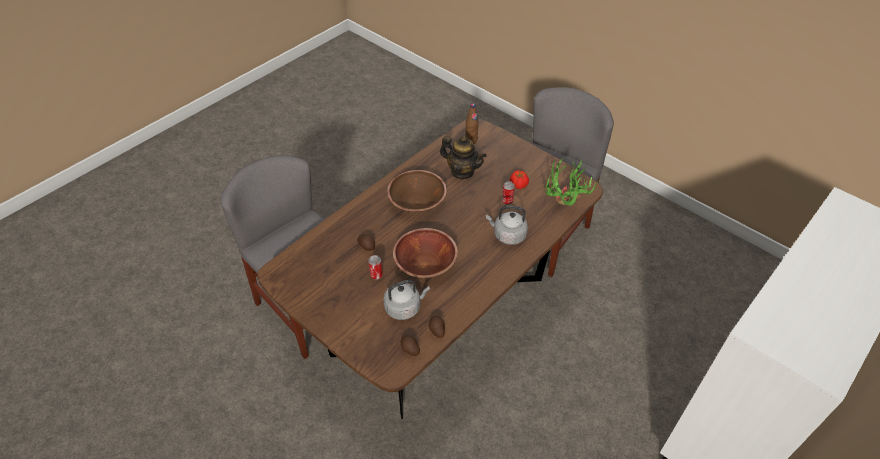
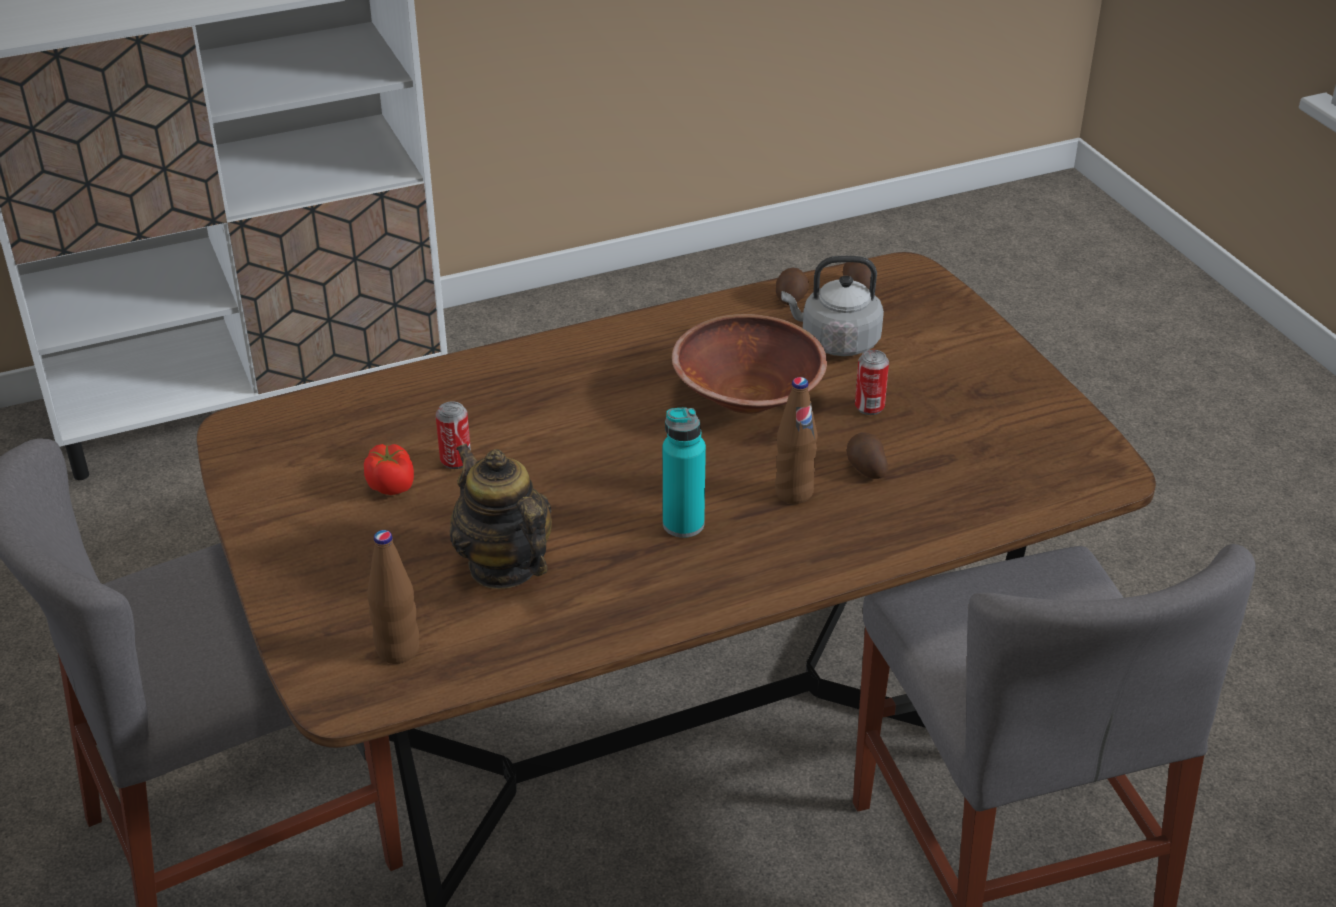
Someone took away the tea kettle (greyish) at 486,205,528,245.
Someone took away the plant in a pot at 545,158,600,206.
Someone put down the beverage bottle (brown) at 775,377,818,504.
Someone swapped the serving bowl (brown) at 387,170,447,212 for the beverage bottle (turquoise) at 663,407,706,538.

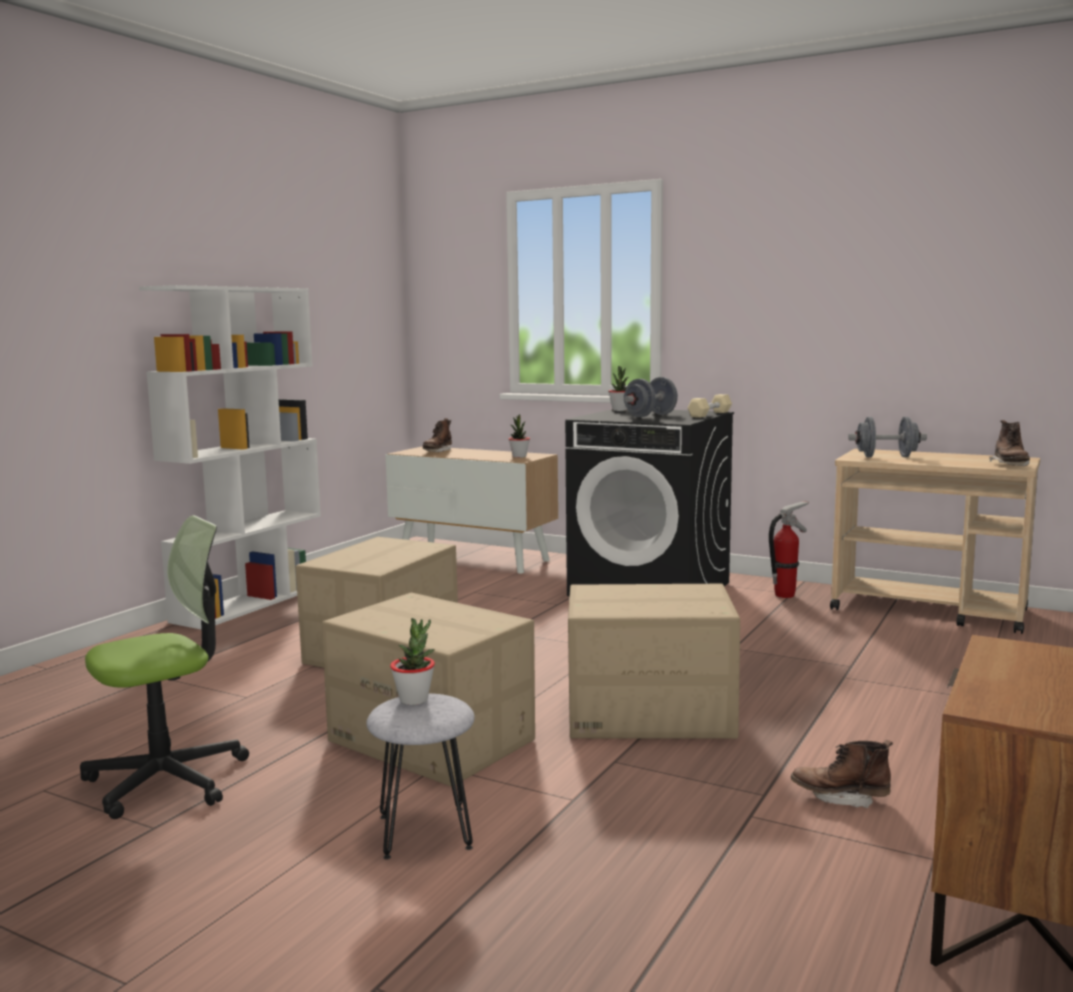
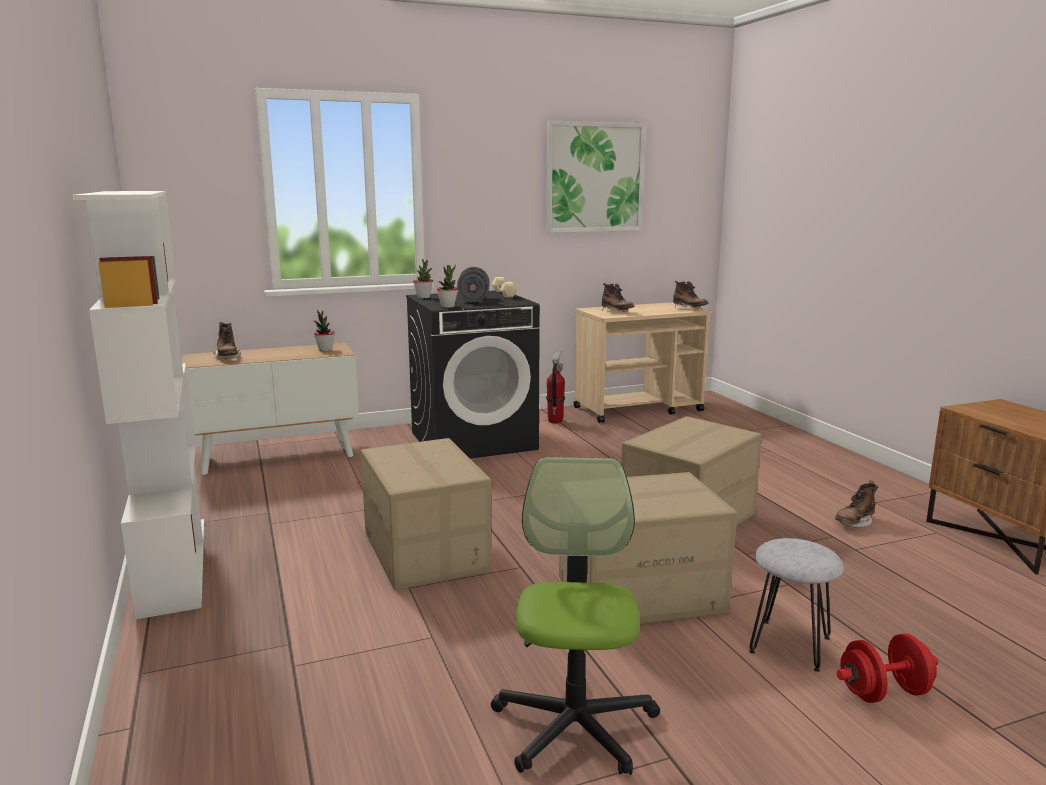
Someone put up the picture at 546,121,646,233.
Someone put down the free weight (red) at 837,634,938,703.
Someone carried the plant in a pot from 390,618,435,705 to 437,265,458,308.
Someone swapped the free weight (greyish) at 848,417,927,457 for the high-top boot (brown) at 602,283,635,312.

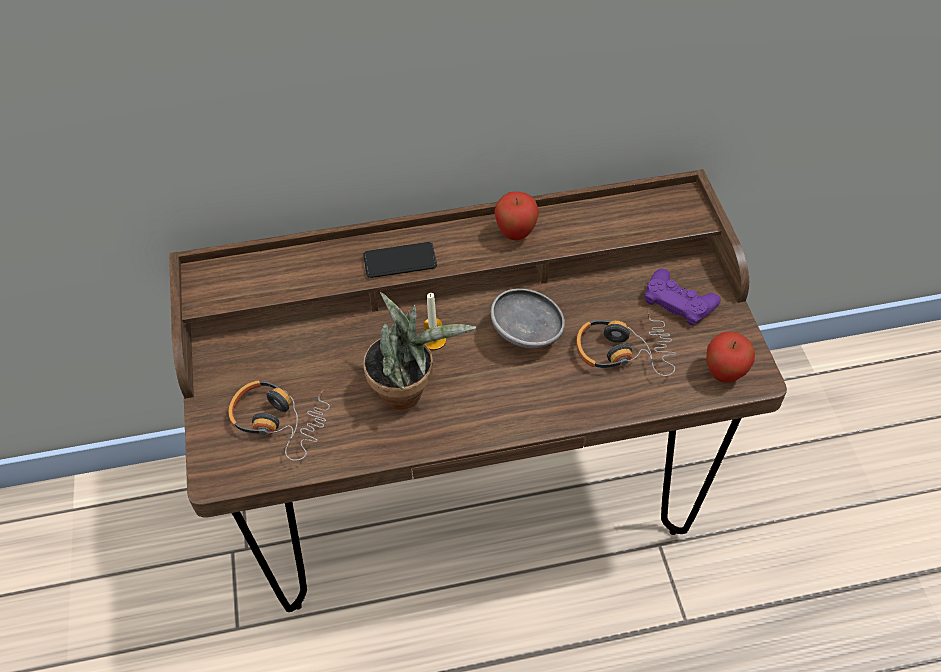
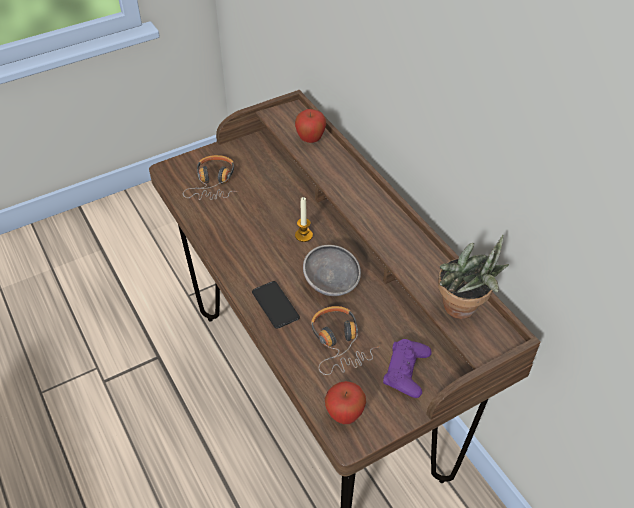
Someone carried the handset from 363,242,437,278 to 252,281,300,329.
Someone carried the plant in a pot from 363,292,476,410 to 438,235,509,319.
Someone carried the apple from 494,191,539,241 to 295,109,326,143.

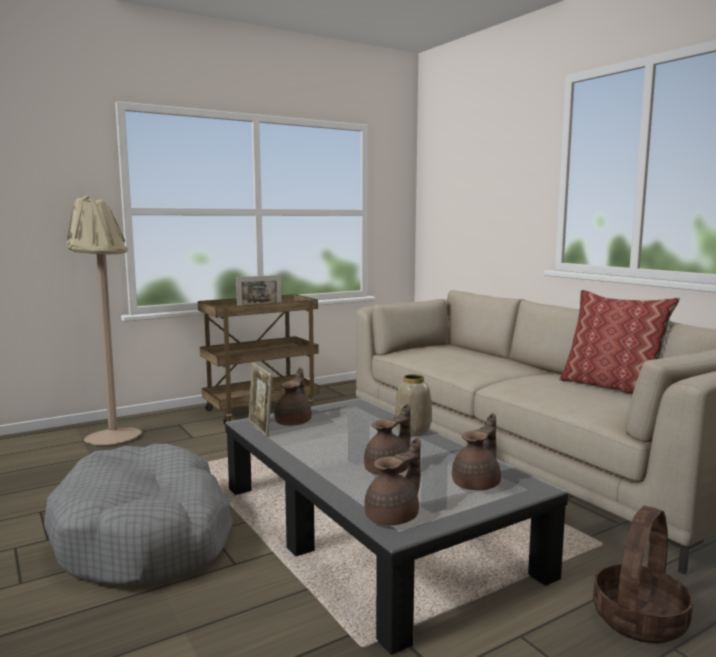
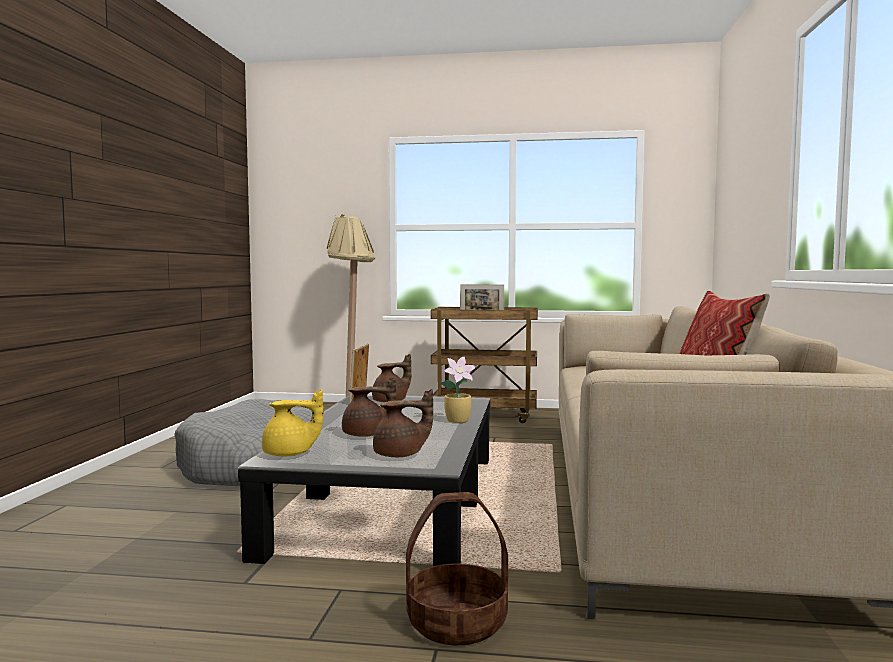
Someone swapped the vase at 395,374,432,436 for the plant in a pot at 441,357,476,423.
Someone repainted the teapot (brown) at 364,438,421,525, which became the teapot (yellowish) at 262,389,323,456.

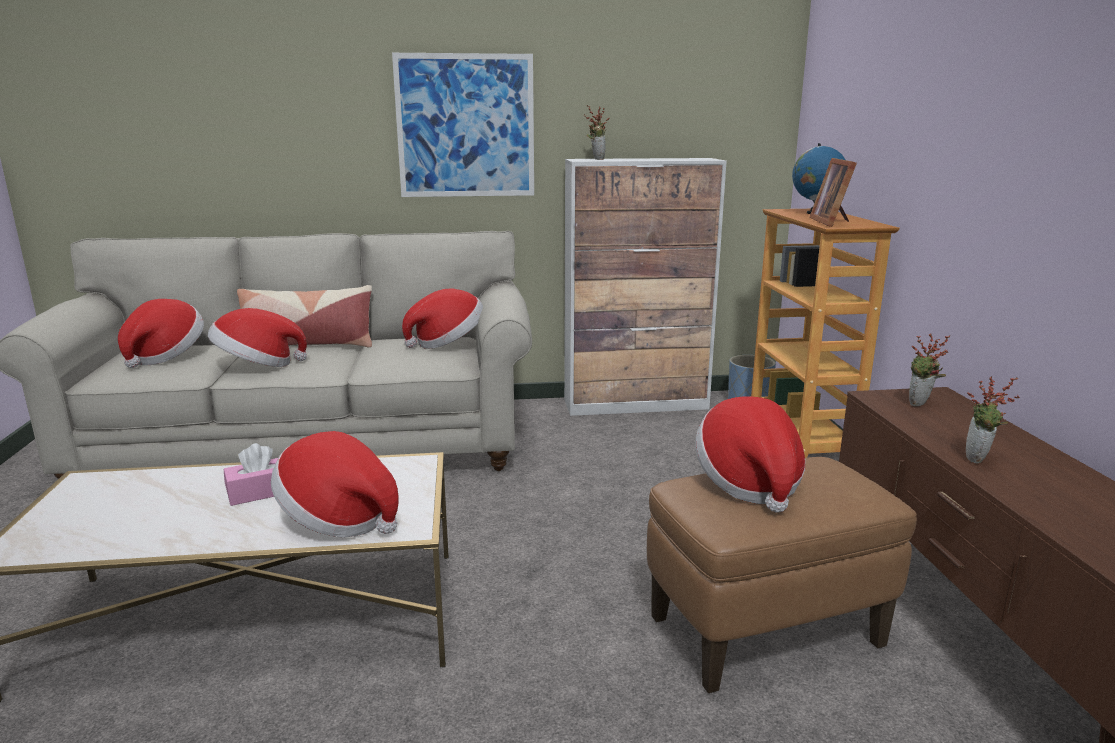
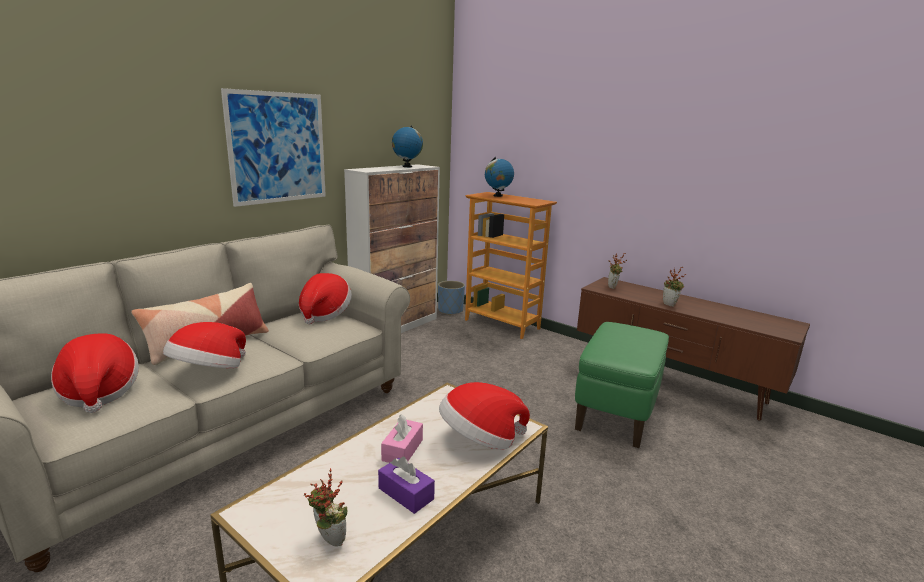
Someone took away the wearable hat at 695,396,805,513.
Someone took away the picture frame at 809,158,857,227.
Someone put down the tissue holder (purple) at 378,457,435,514.
Someone put down the globe at 392,126,423,167.
Someone carried the plant in a pot from 584,105,610,160 to 304,468,347,546.
Someone repainted the pouffe (brown) at 647,457,917,693, which became the pouffe (green-coloured) at 575,322,669,448.

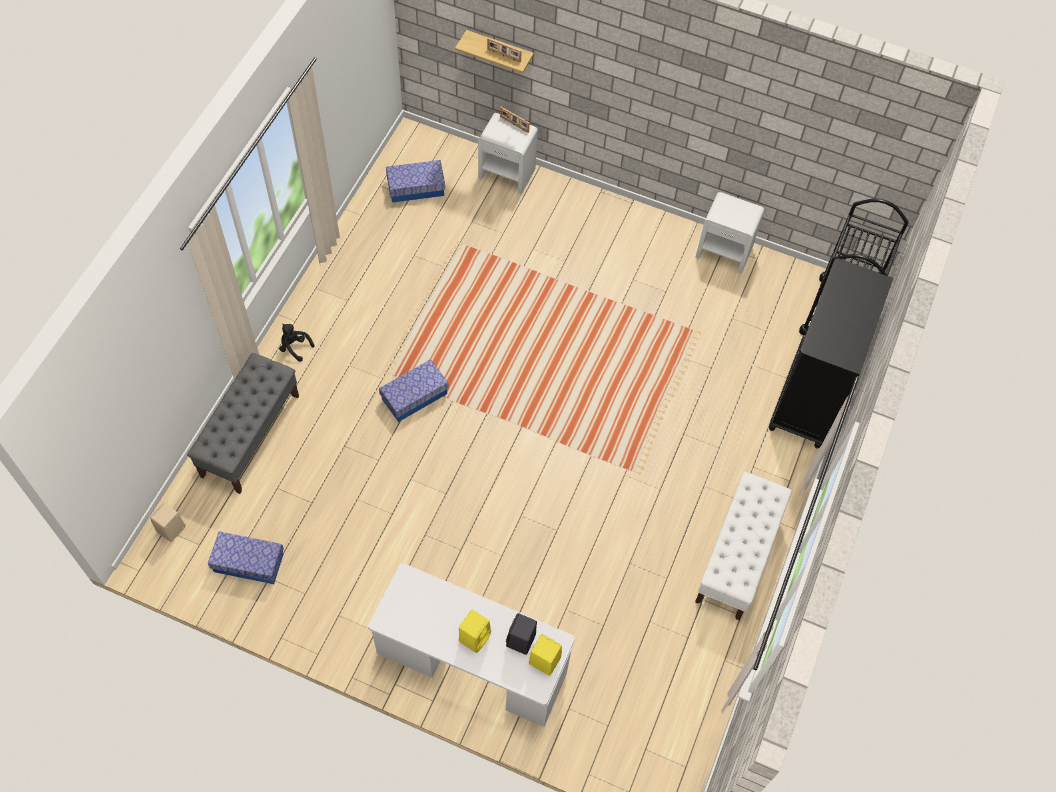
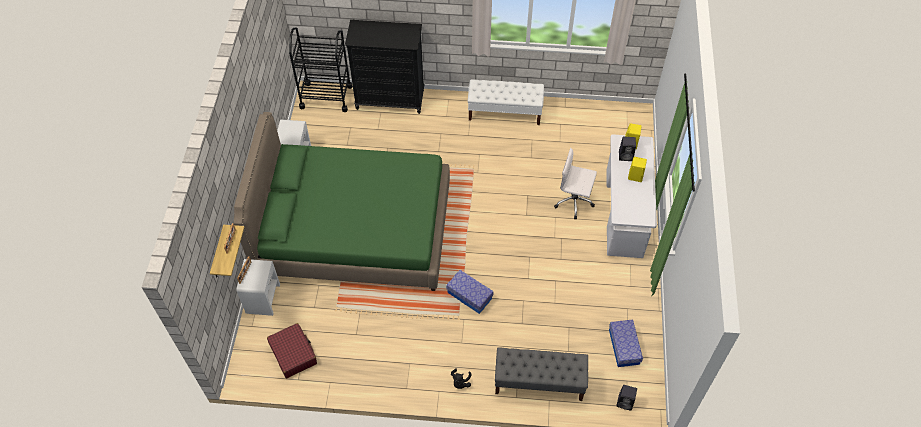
Someone put down the bed (green-coloured) at 233,112,450,291.
Someone put down the office chair (white) at 554,148,597,220.
Someone swapped the storage container at 386,160,445,203 for the travel case (red) at 267,323,317,379.
Someone repainted the loudspeaker (sand-coloured) at 150,503,186,542, which became the loudspeaker (black) at 616,385,637,411.

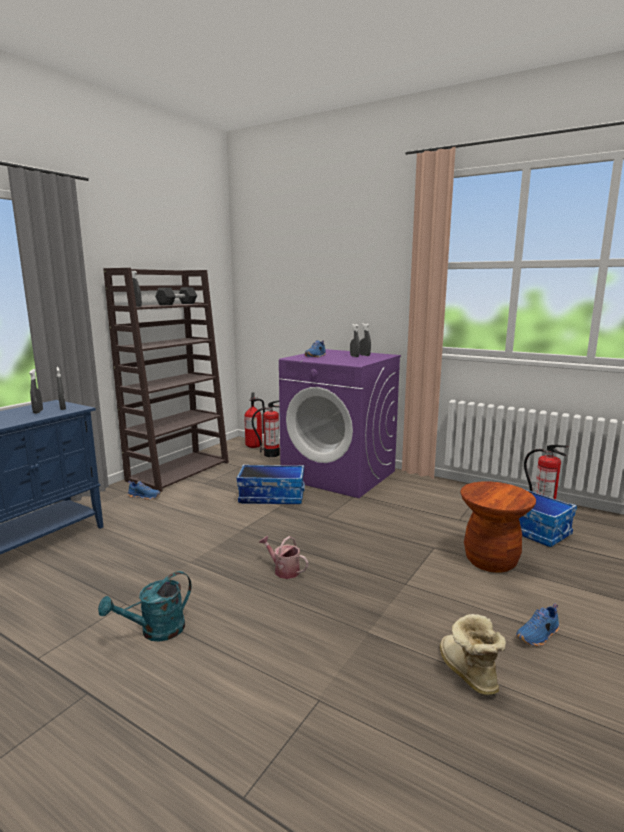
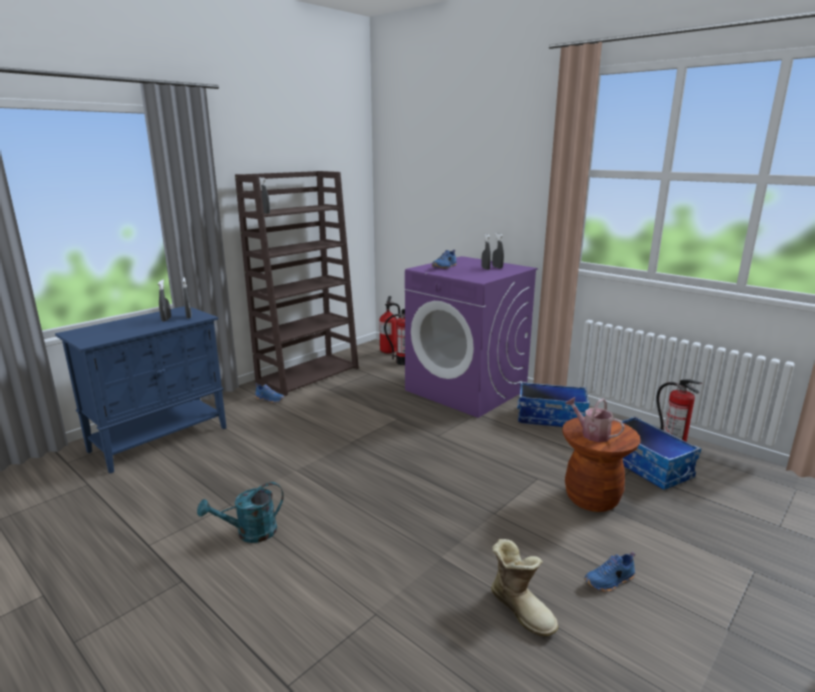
Someone took away the free weight (black) at 155,287,197,305.
Someone carried the storage container from 237,464,305,504 to 517,382,589,427.
Someone carried the sprinkling can from 259,536,308,579 to 565,397,625,442.
Someone rotated the high-top boot at 440,614,506,696 by 150 degrees clockwise.

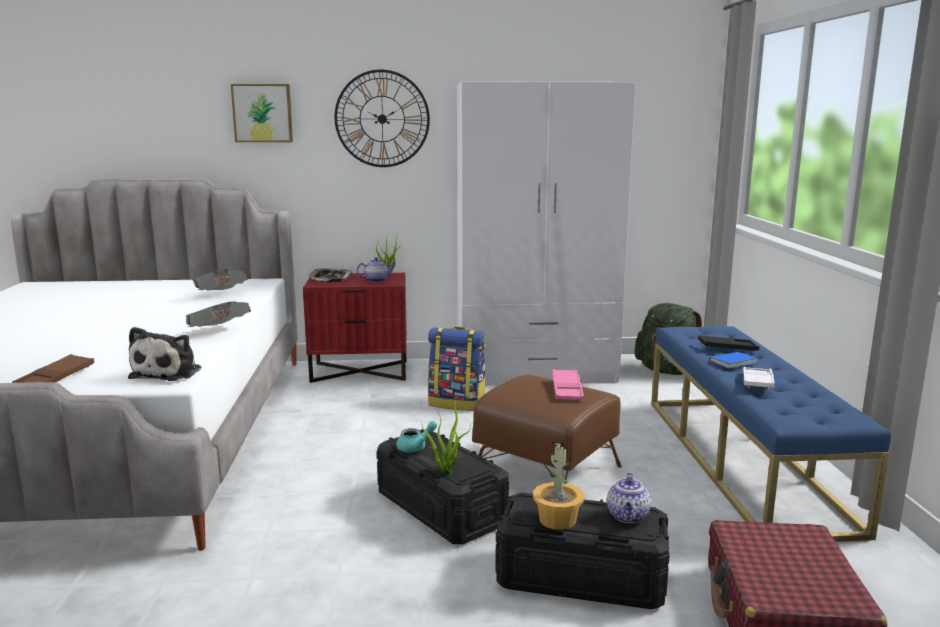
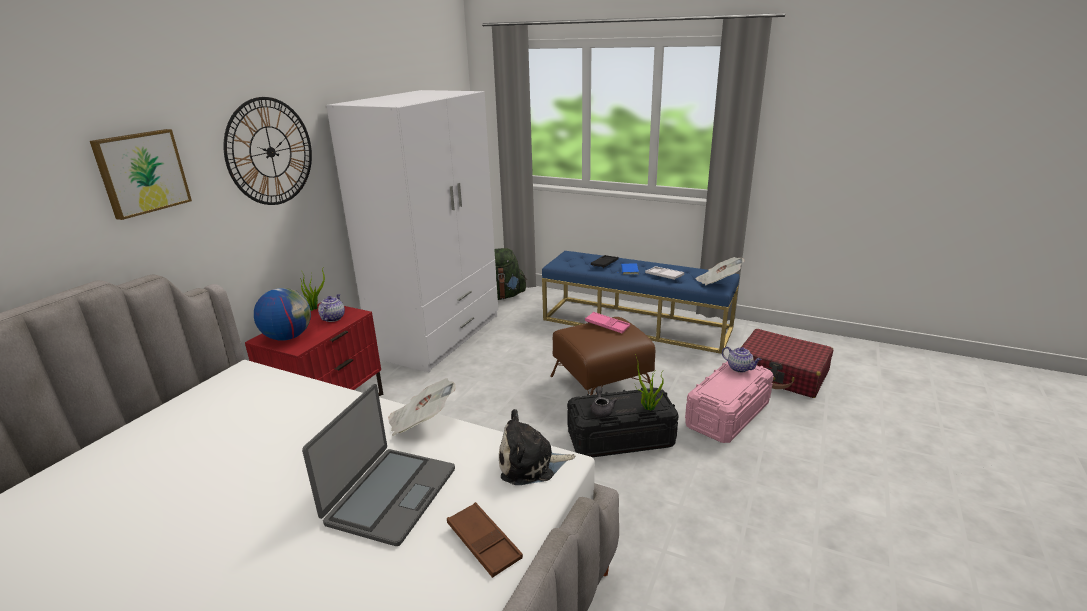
Someone took away the rucksack at 428,327,485,411.
Someone took away the plant in a pot at 533,442,584,530.
Someone put down the laptop at 302,384,455,546.
Someone carried the printed paper from 192,269,249,290 to 696,257,745,285.
Someone swapped the serving tray at 309,268,352,282 for the globe at 254,288,311,341.
Someone repainted the teapot (turquoise) at 396,421,437,452, which became the teapot (greyish) at 591,386,617,417.
Someone repainted the storage container (black) at 495,493,670,609, which became the storage container (pink-coloured) at 685,361,774,443.
Someone rotated the cuddly toy at 128,327,201,381 by 135 degrees clockwise.

